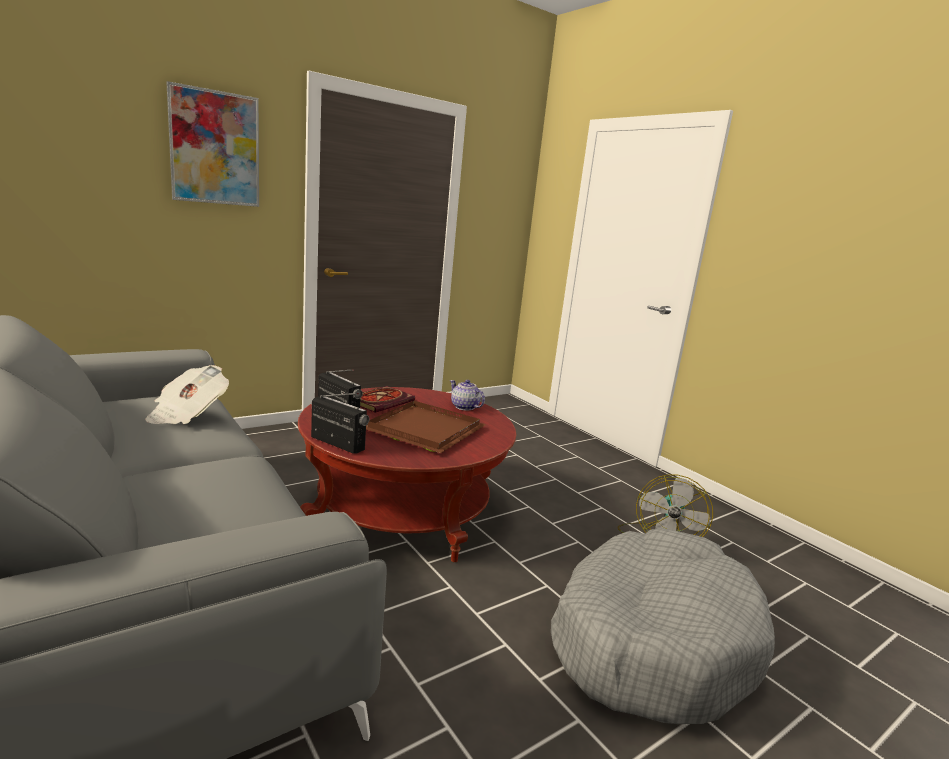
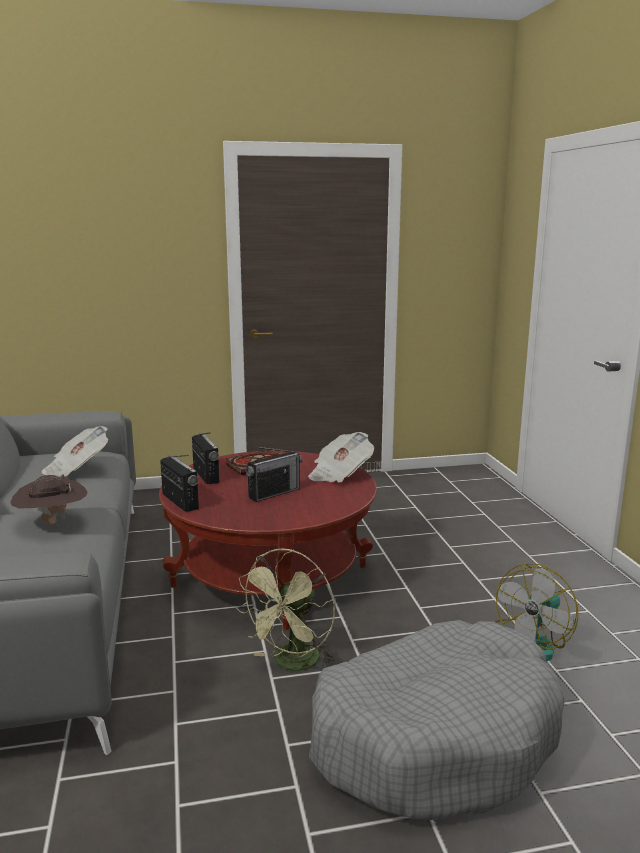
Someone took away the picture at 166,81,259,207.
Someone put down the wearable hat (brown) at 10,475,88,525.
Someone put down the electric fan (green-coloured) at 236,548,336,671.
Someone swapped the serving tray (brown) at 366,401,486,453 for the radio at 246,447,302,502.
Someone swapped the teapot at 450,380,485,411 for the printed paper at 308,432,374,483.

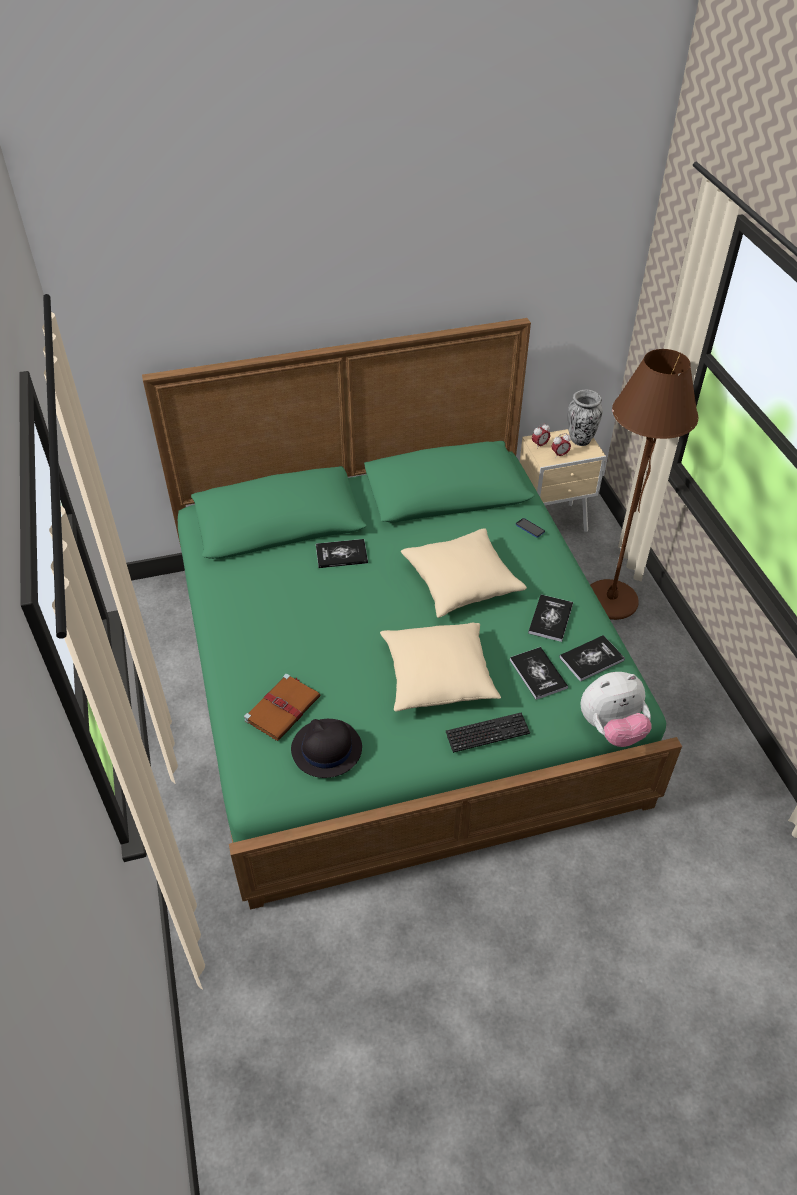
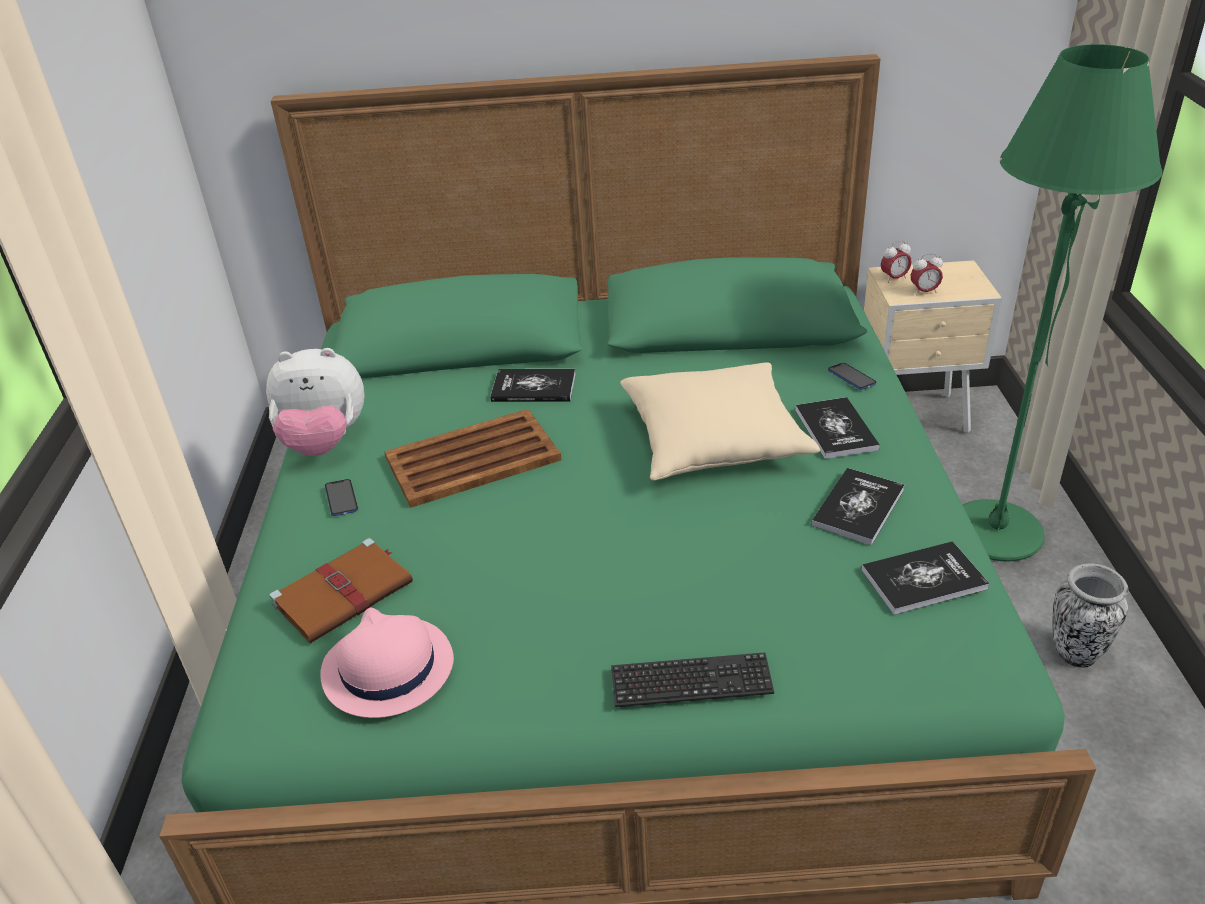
Someone took away the cushion (sand-coloured) at 380,623,501,712.
Someone put down the handset at 325,479,358,516.
Someone put down the serving tray (brown) at 384,409,561,508.
Someone carried the bound book from 510,647,568,700 to 795,397,880,459.
Someone carried the vase from 568,390,603,446 to 1052,563,1129,668.
Someone carried the cuddly toy from 580,672,652,747 to 266,348,364,456.
Someone repainted the wearable hat (black) at 291,719,362,778, which became the wearable hat (pink-coloured) at 320,608,454,718.
Someone repainted the standing lamp (brown) at 590,349,698,620, which became the standing lamp (green-coloured) at 963,44,1162,562.

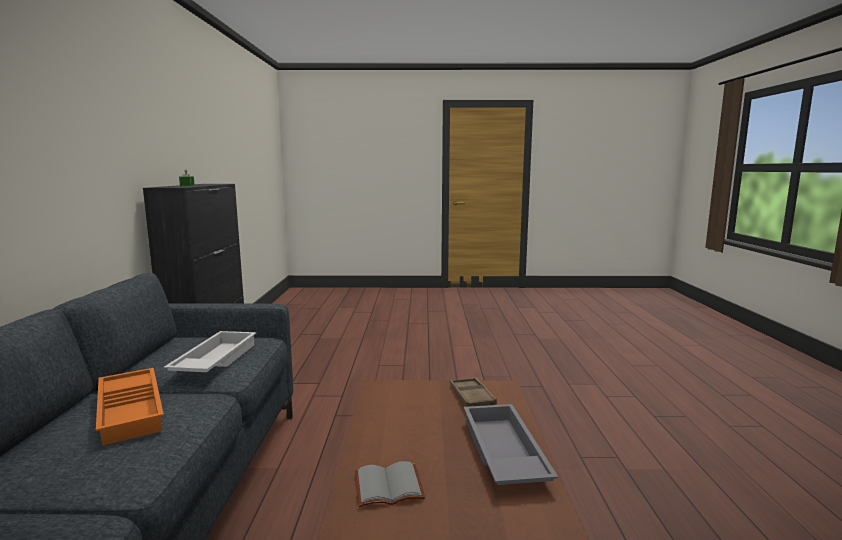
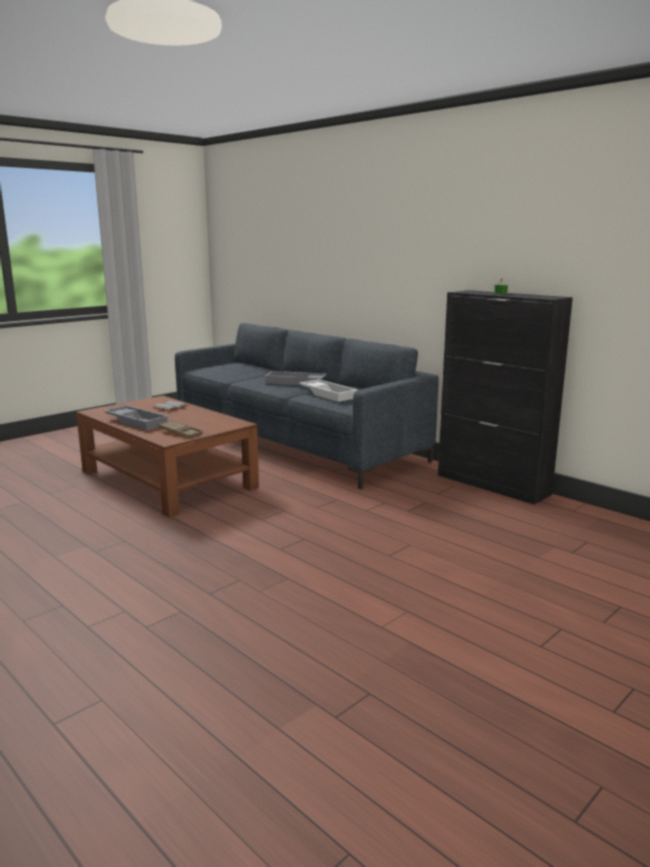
Someone repainted the serving tray (orange) at 96,368,164,446, which became the serving tray (greyish) at 265,371,327,385.

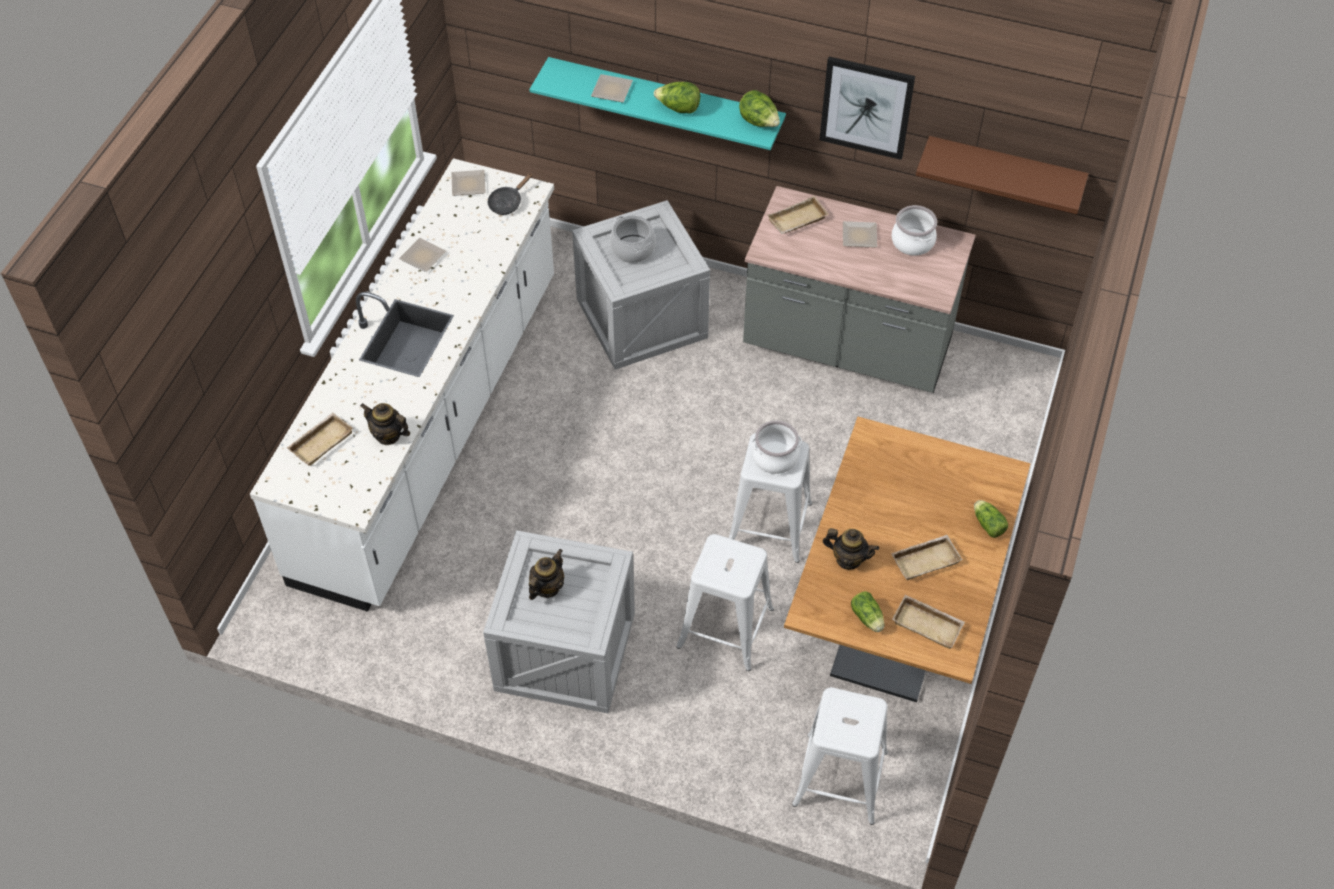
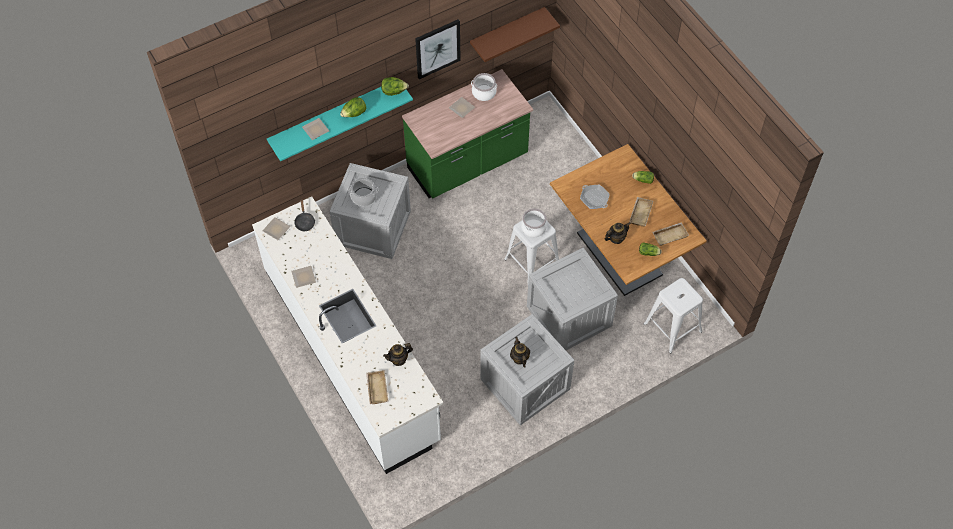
Someone took away the serving tray (sand-coloured) at 767,196,829,234.
Someone put down the skillet at 580,185,610,209.
Someone swapped the stool seat (white) at 676,534,774,671 for the packing crate at 527,248,618,350.
Someone repainted the kitchen base unit (greyish) at 743,186,976,393, which became the kitchen base unit (green-coloured) at 402,69,533,199.

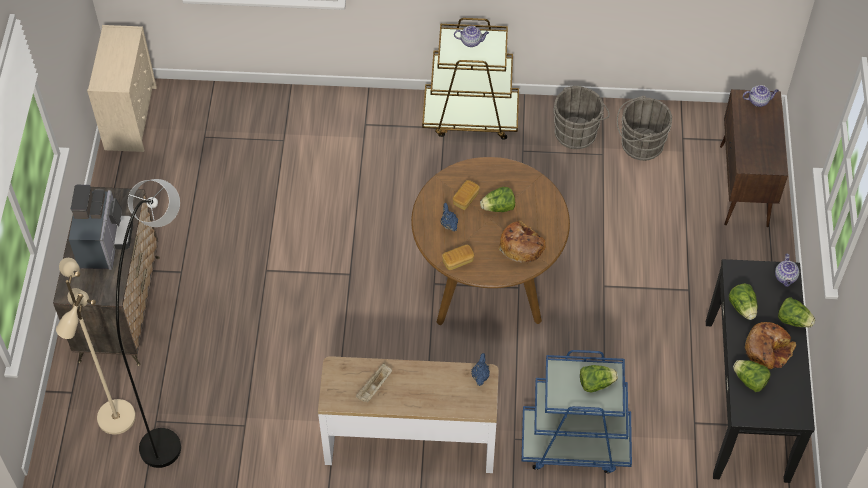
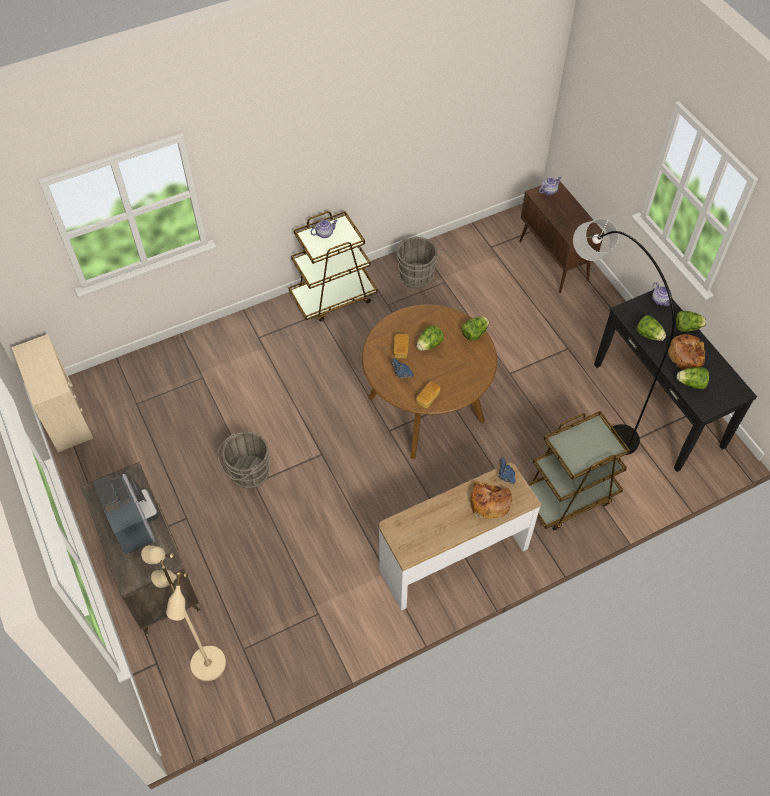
Someone took away the serving tray (sand-coloured) at 356,364,392,402.
Someone carried the standing lamp (greyish) from 116,179,181,468 to 573,219,675,455.
Someone carried the bread from 498,221,546,263 to 470,481,512,520.
Someone carried the head of lettuce from 580,365,618,392 to 461,317,489,341.
Someone carried the water bucket (greyish) from 617,96,672,161 to 218,432,270,488.
Someone repainted the trolley (bluish) at 521,350,632,473, which became the trolley (brown) at 528,411,630,530.

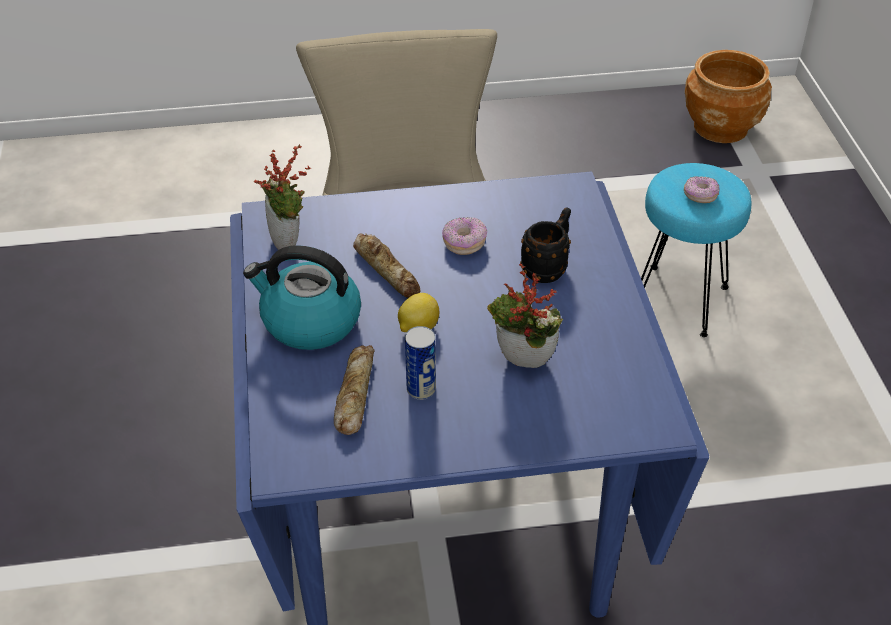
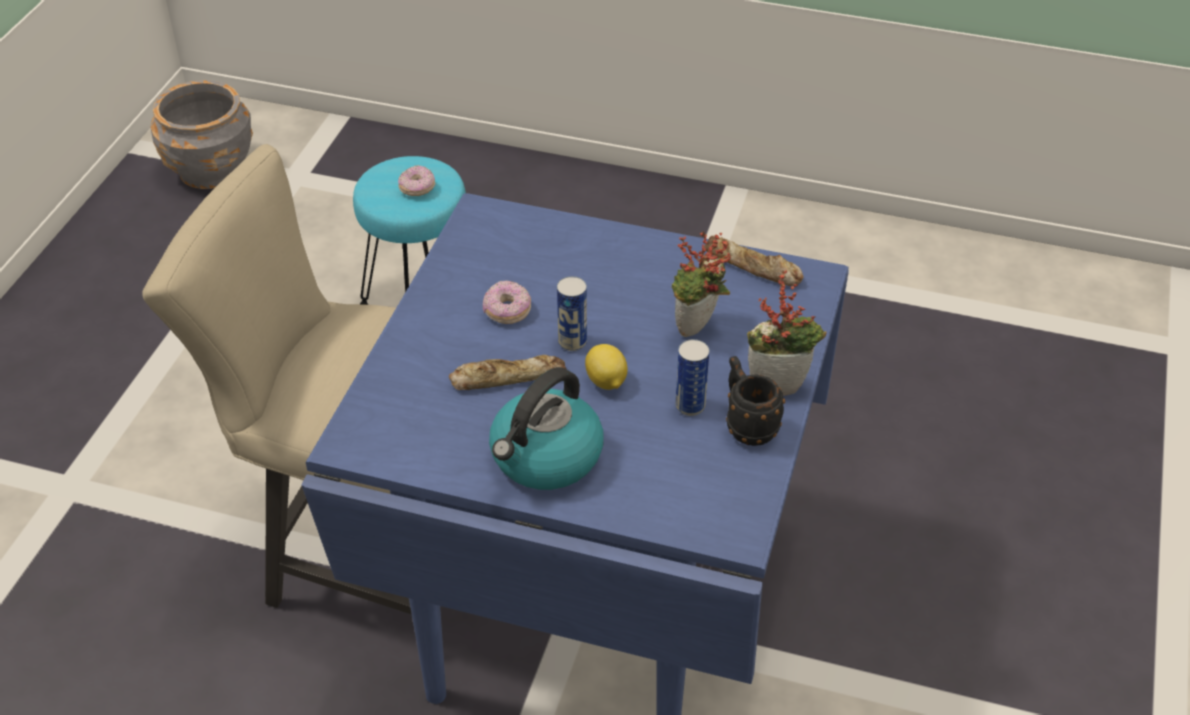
Someone put down the metal can at 557,276,587,351.
Someone carried the plant in a pot from 254,144,311,250 to 747,270,827,396.
Someone carried the bread from 334,345,375,435 to 704,235,804,286.
Someone carried the tea mug (black) from 520,207,571,283 to 726,356,785,446.
Someone repainted the planter (brown) at 685,50,772,143, which became the planter (greyish) at 151,80,253,189.

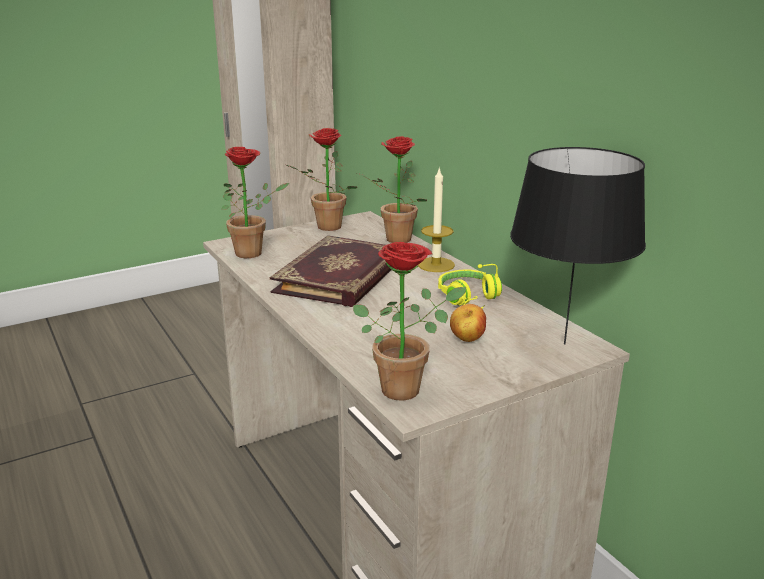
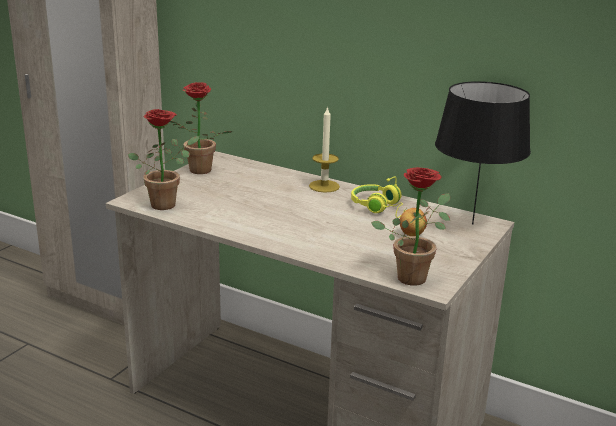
Someone took away the bound book at 270,235,391,307.
Someone took away the plant in a pot at 357,136,427,243.

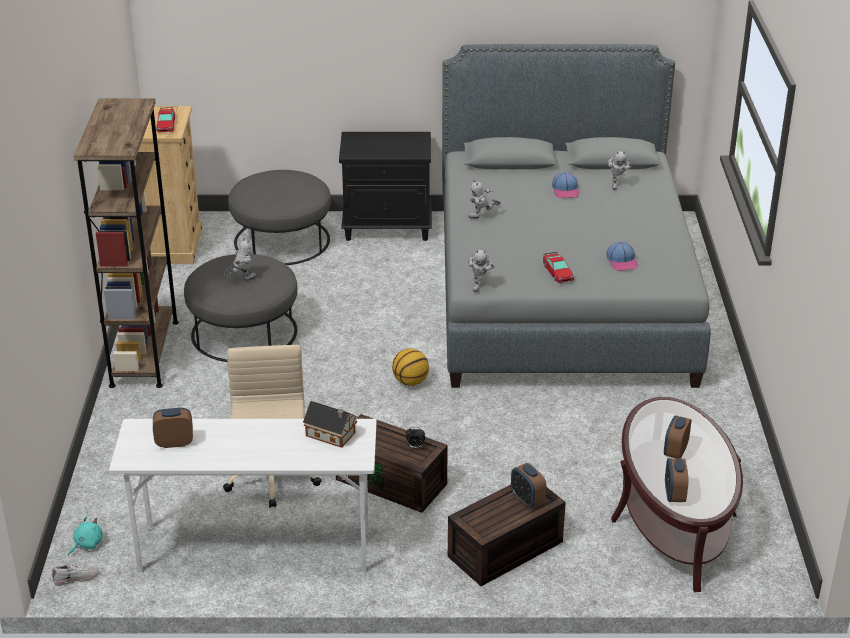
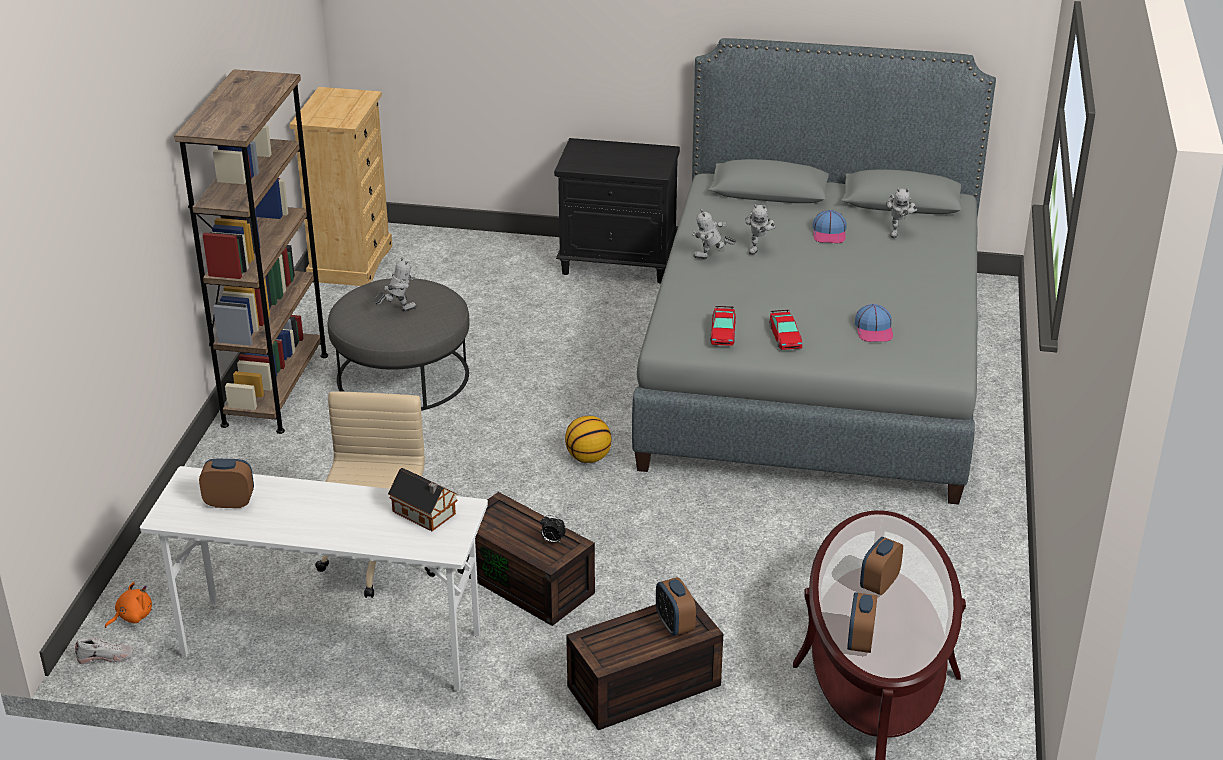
Someone took away the pouffe (greyish) at 228,170,331,265.
Someone carried the model car from 156,107,175,132 to 710,306,736,346.
Someone carried the model robot from 468,250,494,292 to 745,204,776,255.
Someone repainted the cuddly toy (turquoise) at 68,516,103,555, which became the cuddly toy (orange) at 105,582,152,628.

